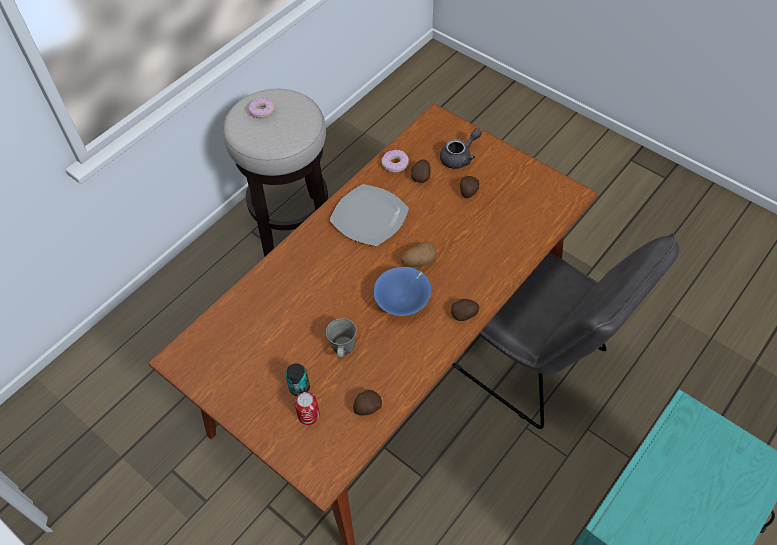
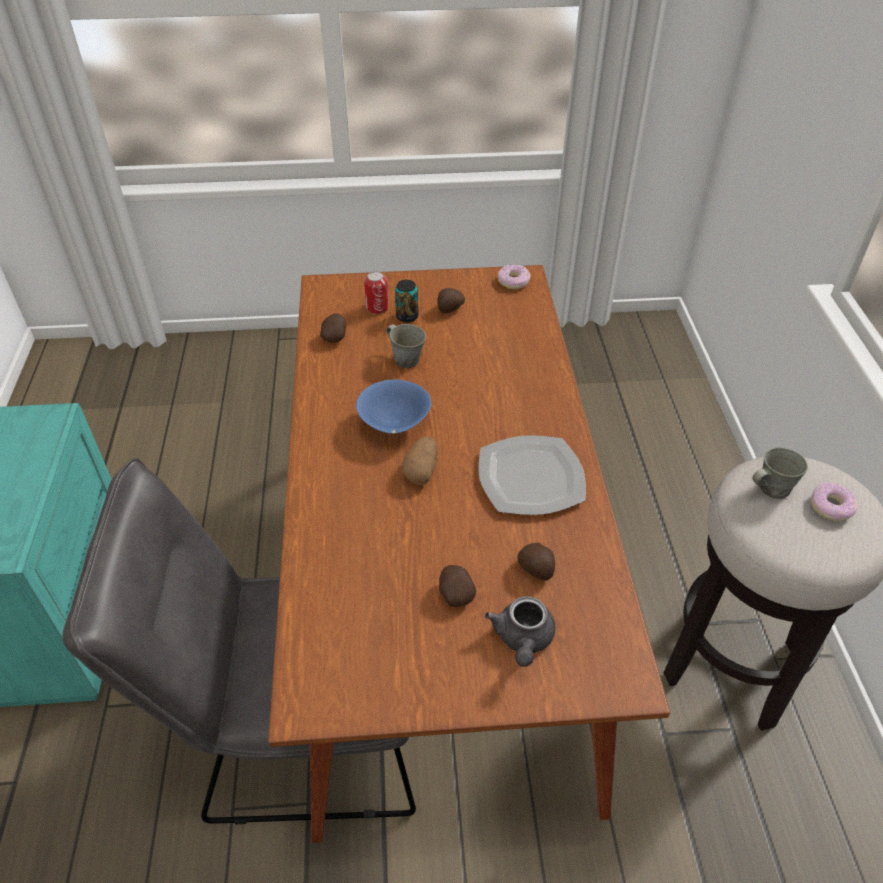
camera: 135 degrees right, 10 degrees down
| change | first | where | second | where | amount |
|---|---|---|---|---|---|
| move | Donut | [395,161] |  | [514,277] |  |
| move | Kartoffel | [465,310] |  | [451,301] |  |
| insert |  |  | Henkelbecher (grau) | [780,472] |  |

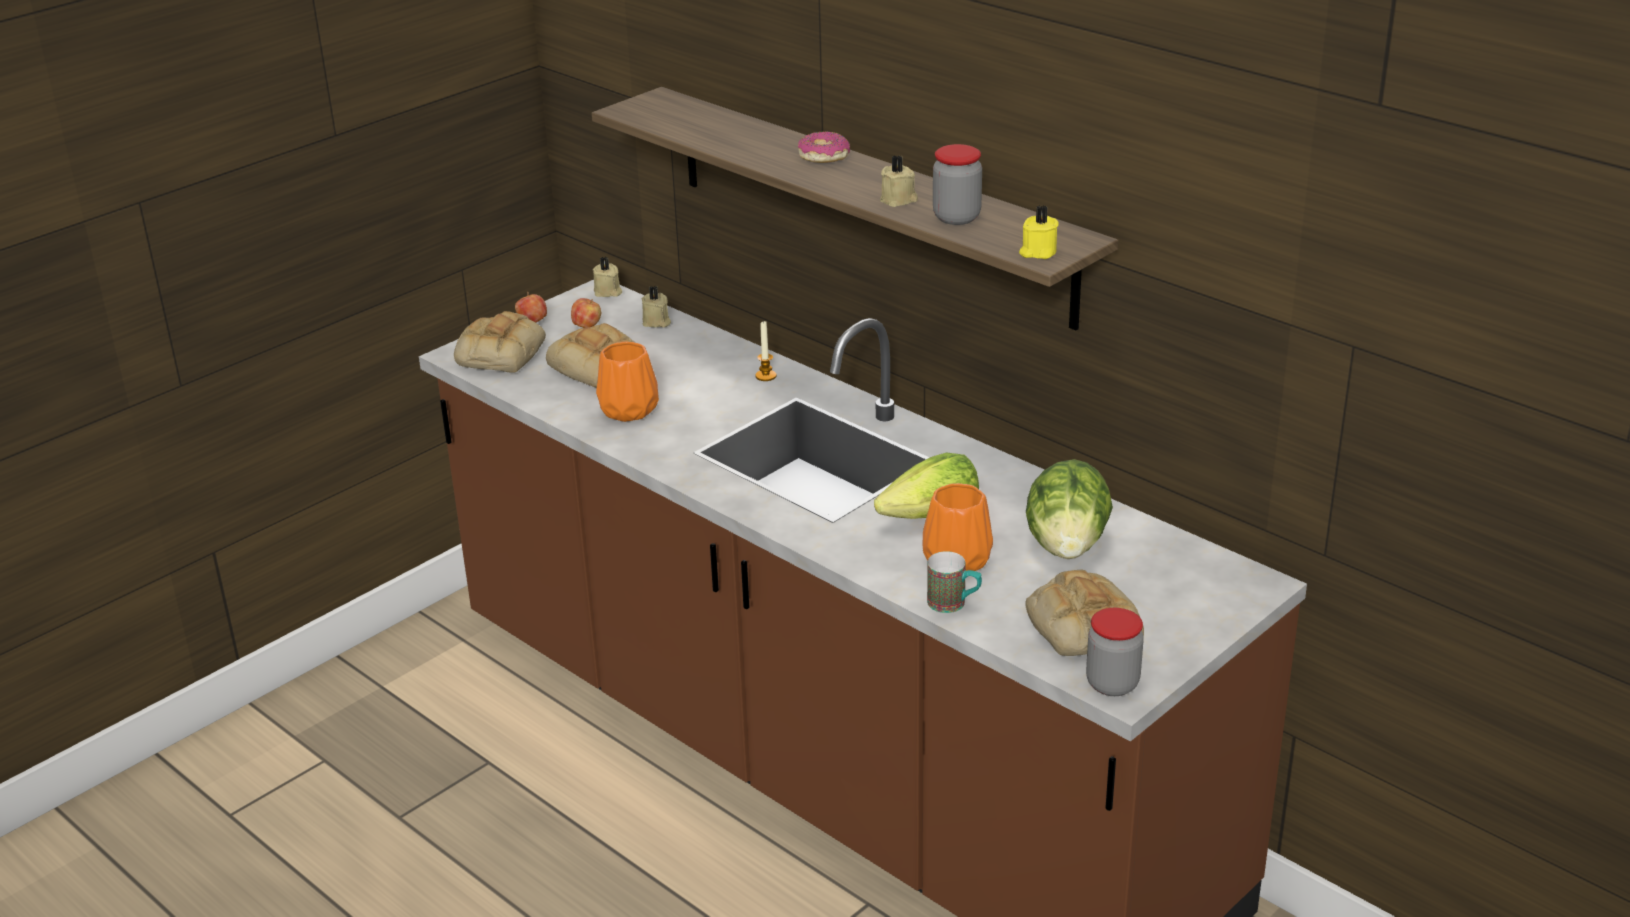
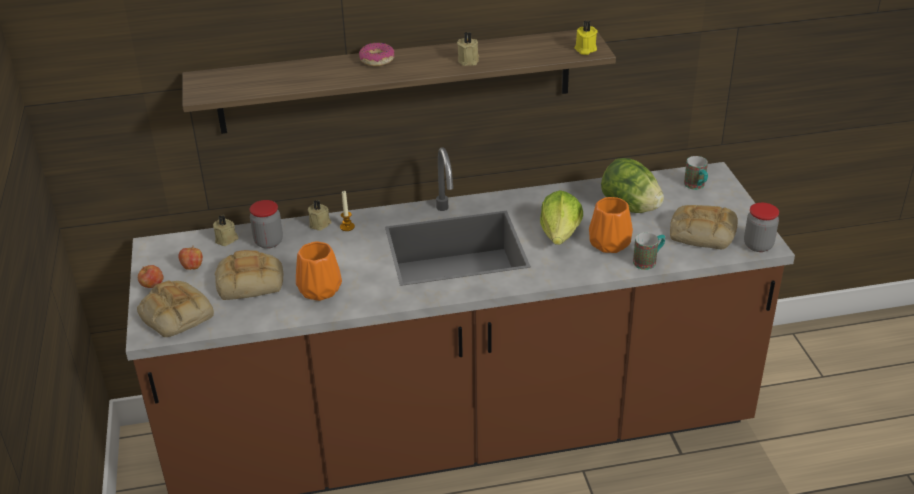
camera: 55 degrees left, 5 degrees up
| change | first | where | second | where | amount |
|---|---|---|---|---|---|
| move | Kerze (beige) | [607,277] |  | [320,215] |  |
| move | Vorratsglas | [957,184] |  | [266,224] |  |
| insert |  |  | Henkelbecher | [696,173] |  |

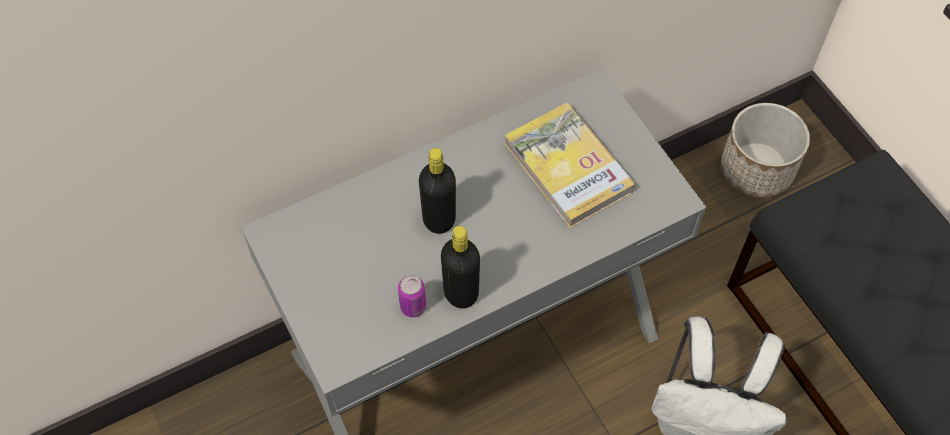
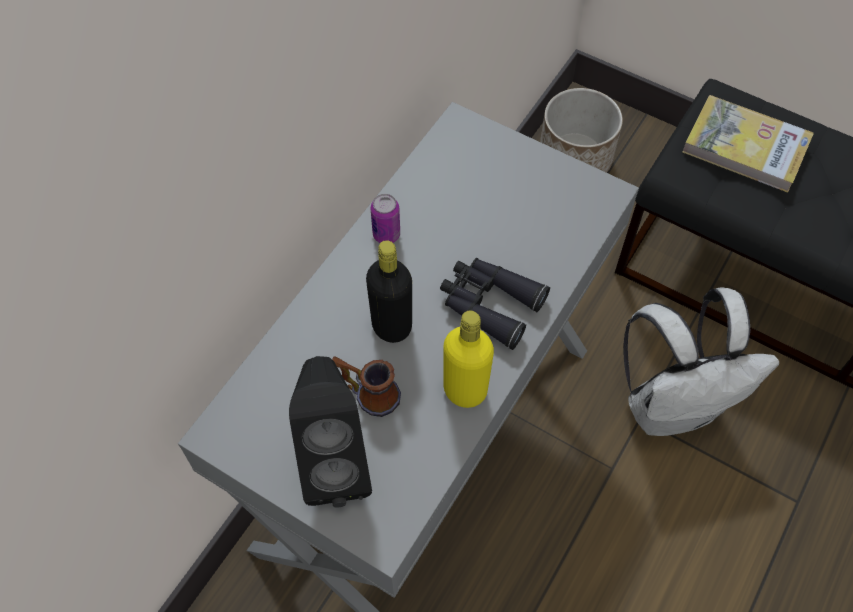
camera: 30 degrees left, 0 degrees up
| change | first | where | second | where | amount |
|---|---|---|---|---|---|
| move | Dose | [412,296] |  | [385,218] |  |
| recolor | Flasche (schwarz) | [460,267] | Flasche (gelb) | [469,359] |  |
| move | Buch | [569,165] |  | [748,144] |  |
| insert |  |  | Lautsprecher (schwarz) | [330,431] |  |
| insert |  |  | Henkelbecher | [366,387] |  |
| insert |  |  | Fernglas (schwarz) | [495,304] |  |

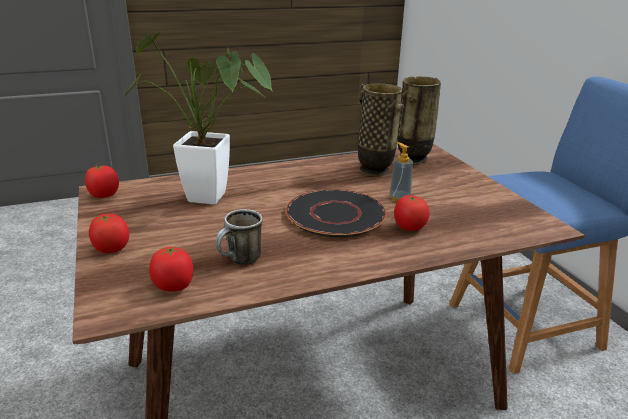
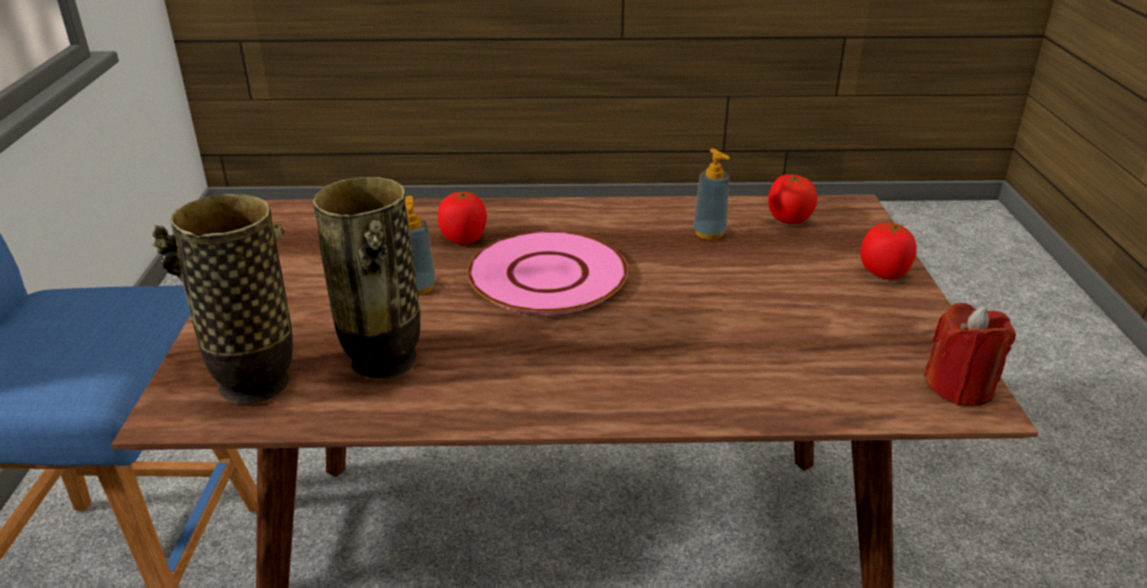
camera: 160 degrees left, 5 degrees up
| change | first | where | second | where | amount |
|---|---|---|---|---|---|
| replace | Tomate | [102,181] | Kerze (rot) | [970,354] |  |
| delete | Topfpflanze | [198,119] |  |  |  |
| replace | Henkelbecher | [239,237] | Seifenspender | [711,194] |  |
| recolor | Teller (schwarz) | [336,213] | Teller (rosa) | [547,273] |  |

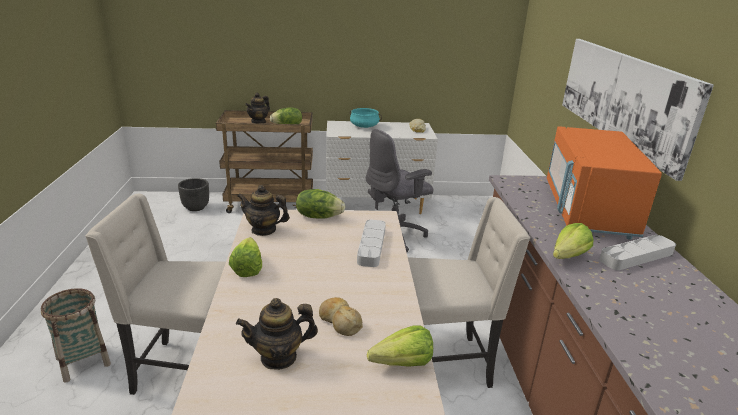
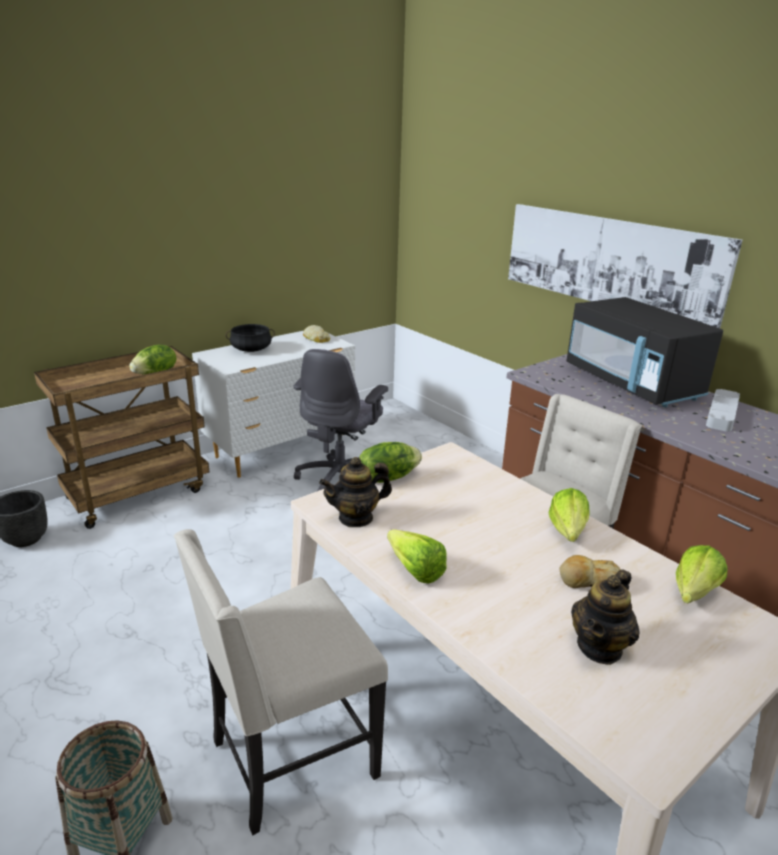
camera: 35 degrees left, 0 degrees up
| change | first | where | second | where | amount |
|---|---|---|---|---|---|
| delete | Teekanne | [257,108] |  |  |  |
| recolor | Kochtopf (türkis) | [366,118] | Kochtopf (schwarz) | [250,338] |  |
| delete | Tablett (grau) | [371,243] |  |  |  |
| recolor | Mikrowelle (orange) | [604,183] | Mikrowelle (schwarz) | [644,352] |  |
| move | Salatkopf | [573,241] |  | [569,515] |  |

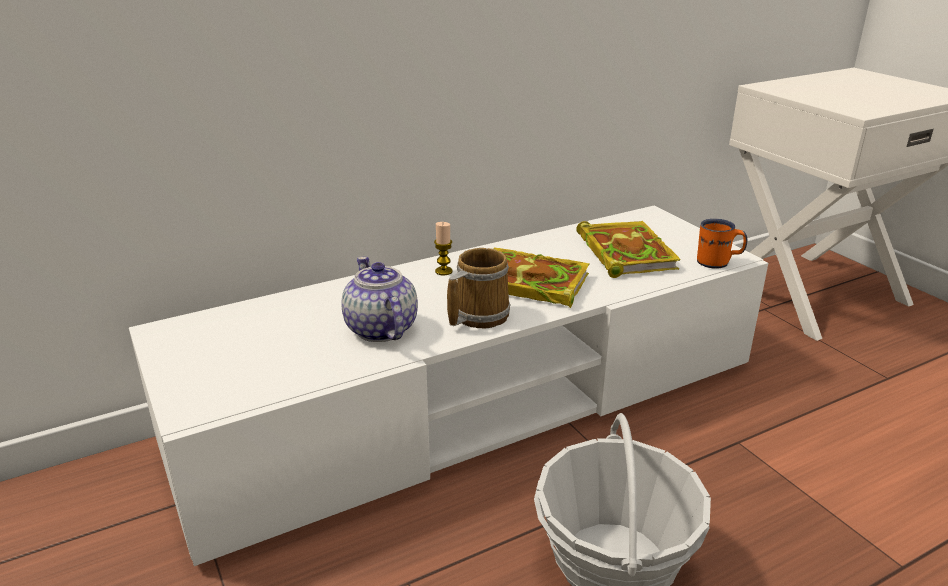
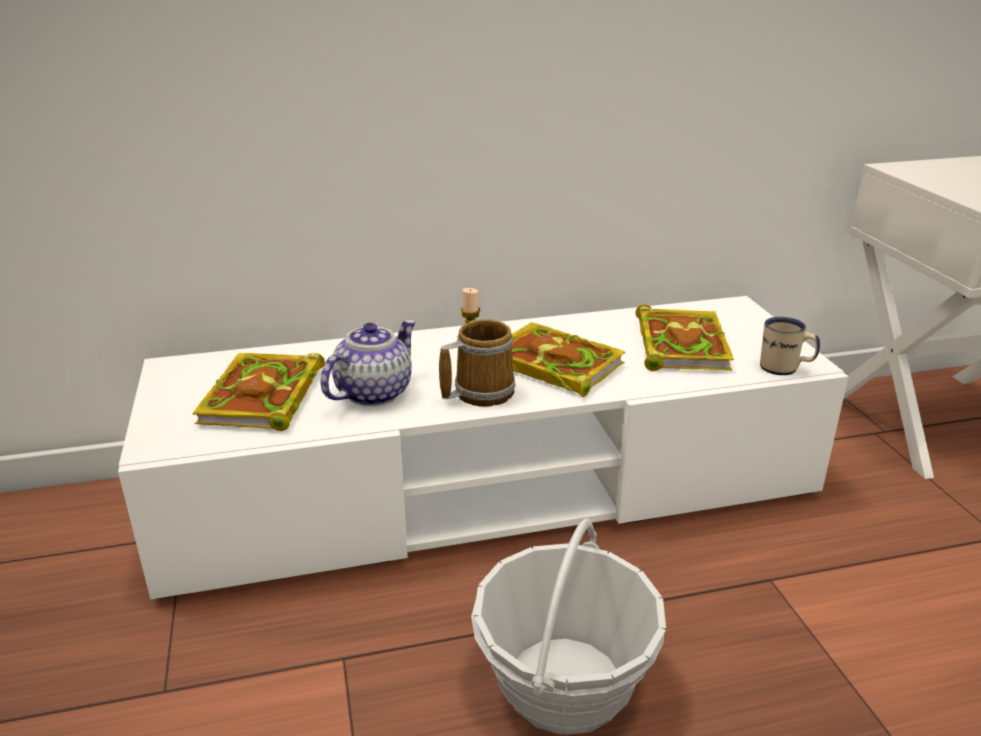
camera: 15 degrees right, 0 degrees up
| change | first | where | second | where | amount |
|---|---|---|---|---|---|
| rotate | Teekanne | [380,299] |  | [368,363] | 45 degrees clockwise |
| recolor | Henkelbecher (orange) | [722,244] | Henkelbecher (beige) | [790,346] |  |
| insert |  |  | Buch | [259,392] |  |

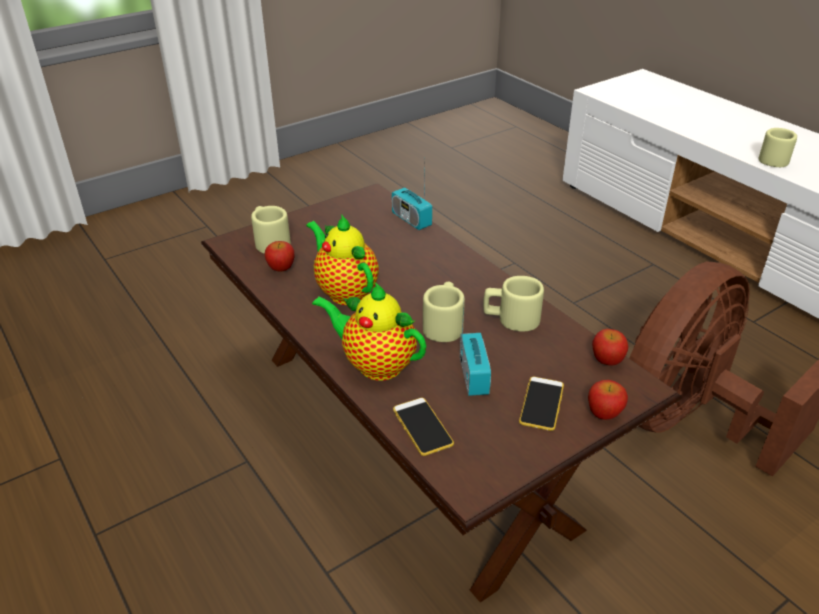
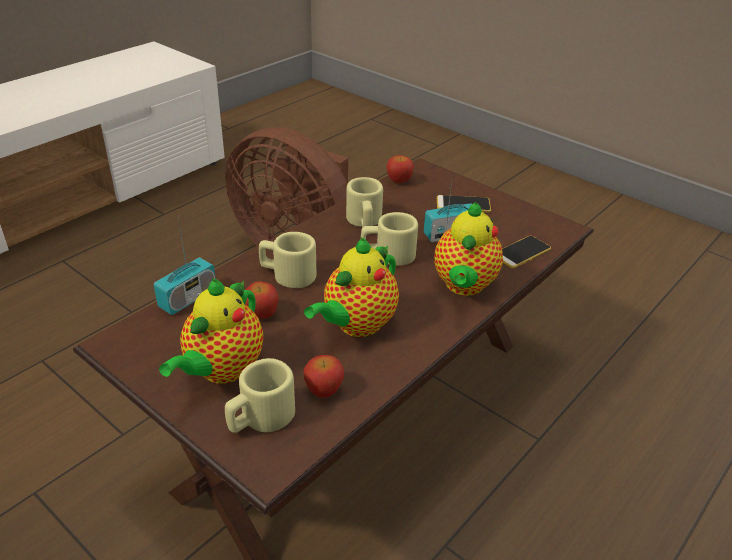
camera: 105 degrees left, 0 degrees up
| change | first | where | second | where | amount |
|---|---|---|---|---|---|
| move | Apfel | [608,400] |  | [261,300] |  |
| move | Henkelbecher (beige) | [778,147] |  | [287,260] |  |
| insert |  |  | Teekanne | [211,331] |  |

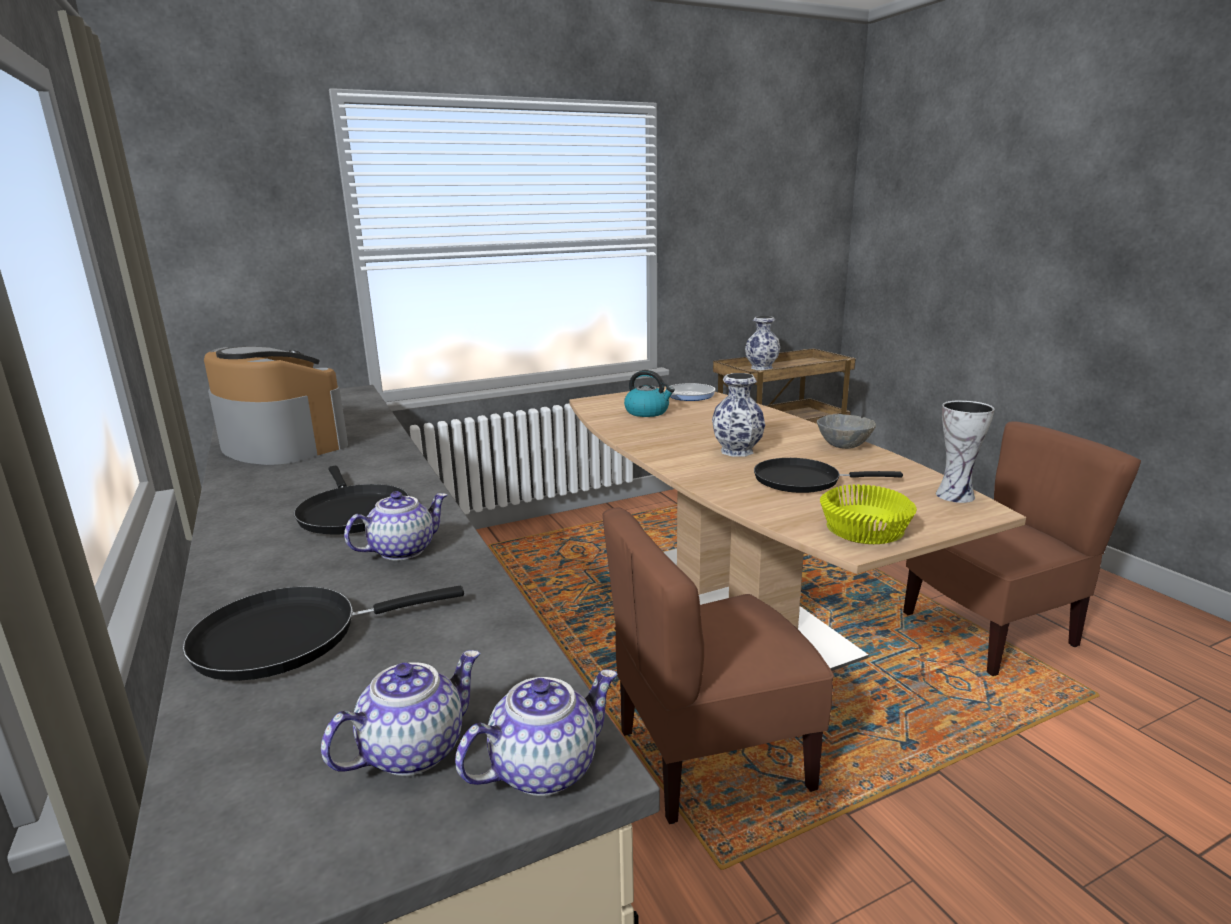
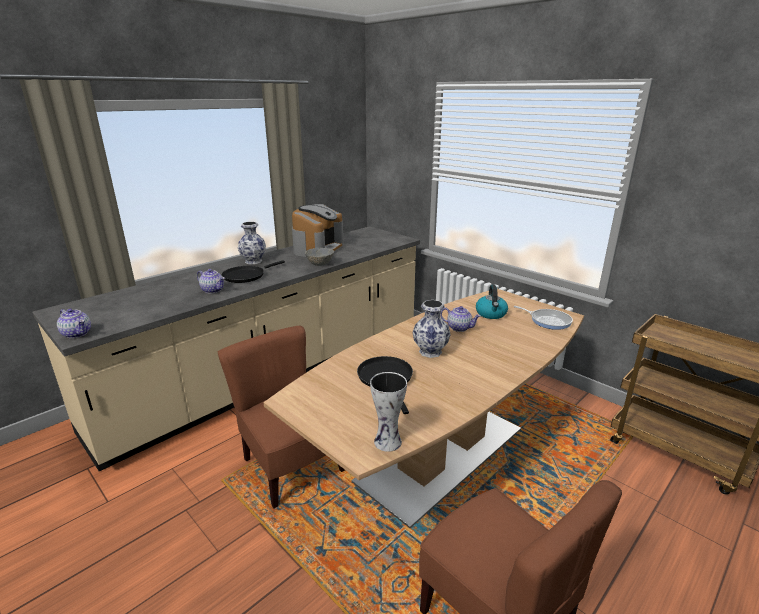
camera: 70 degrees right, 5 degrees up
| change | first | where | second | where | amount |
|---|---|---|---|---|---|
| delete | Pfanne (schwarz) | [323,633] |  |  |  |
| move | Teekanne | [401,713] |  | [460,319] |  |
| move | Vase | [762,343] |  | [252,243] |  |
| move | Schüssel (grau) | [846,431] |  | [319,257] |  |
| delete | Schüssel (gelb) | [868,514] |  |  |  |

